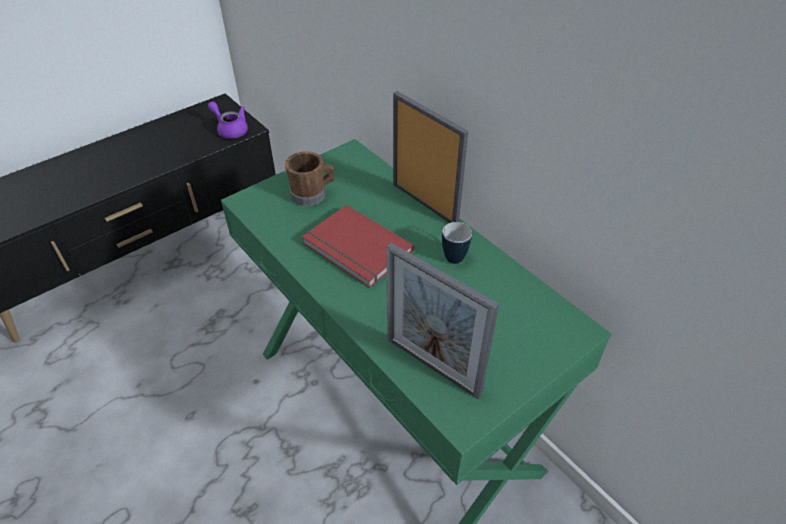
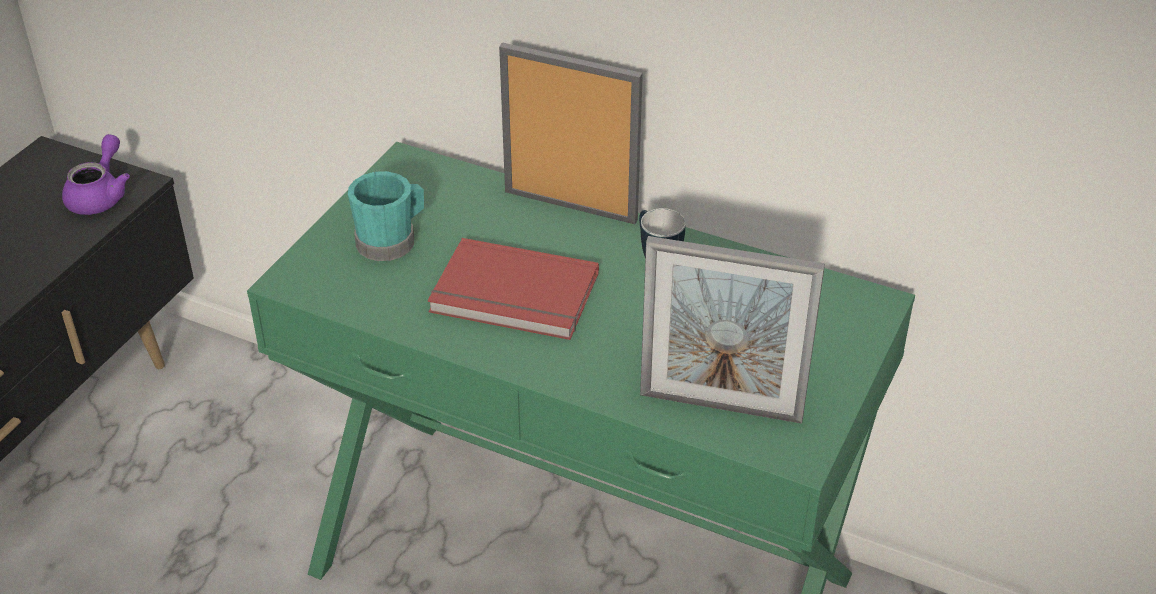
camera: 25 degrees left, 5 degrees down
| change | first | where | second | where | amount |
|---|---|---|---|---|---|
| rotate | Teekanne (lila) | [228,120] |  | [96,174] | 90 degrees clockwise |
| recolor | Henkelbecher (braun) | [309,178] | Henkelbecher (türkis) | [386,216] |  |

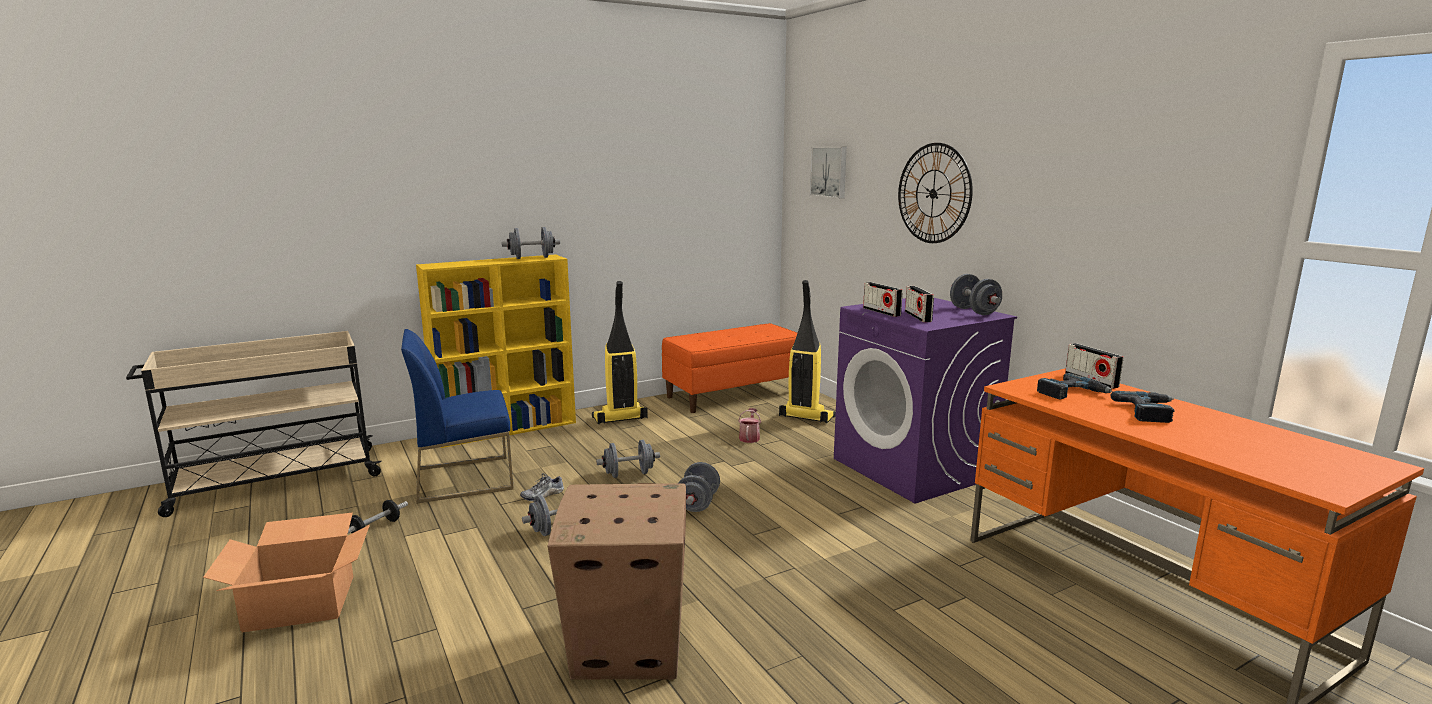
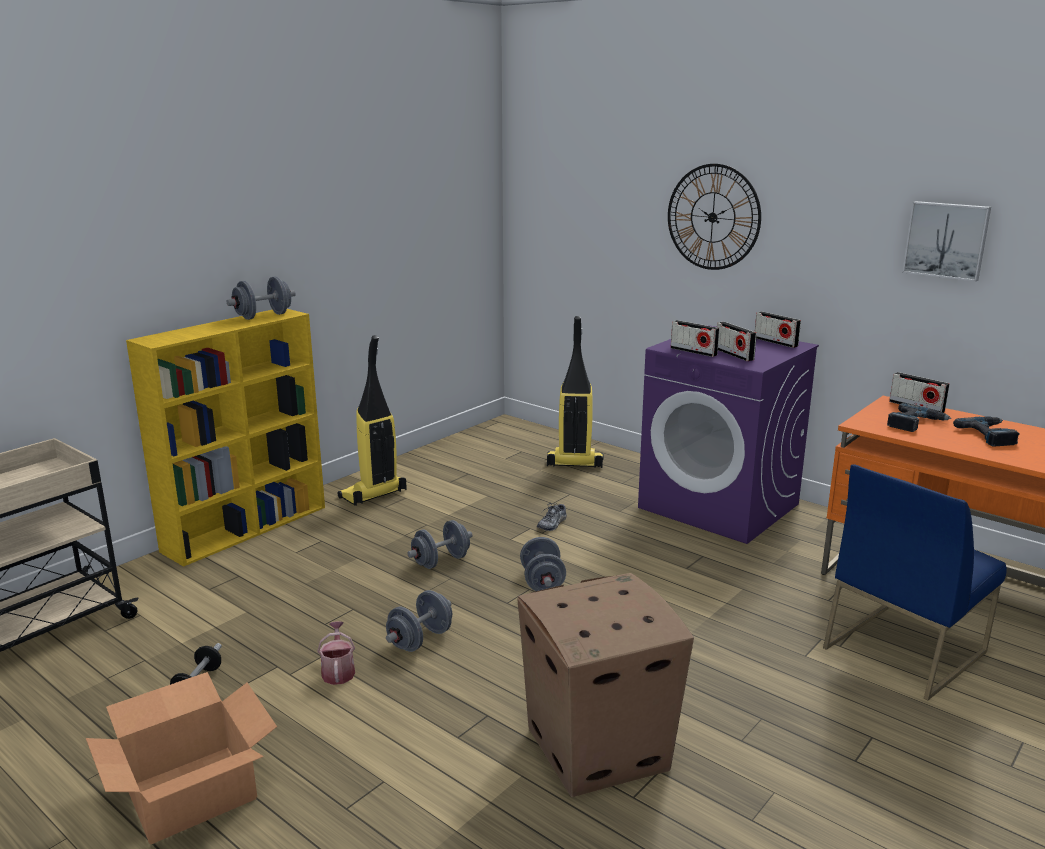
camera: 20 degrees left, 5 degrees up
| change | first | where | second | where | amount |
|---|---|---|---|---|---|
| move | Stuhl (blau) | [457,416] |  | [915,583] |  |
| move | Schuh | [542,487] |  | [551,517] |  |
| delete | Bank (orange) | [729,368] |  |  |  |
| move | Gießkanne | [749,425] |  | [336,653] |  |
| move | Bild | [828,172] |  | [946,241] |  |
| replace | Hantel (grau) | [976,294] | Radio | [778,329] |  |

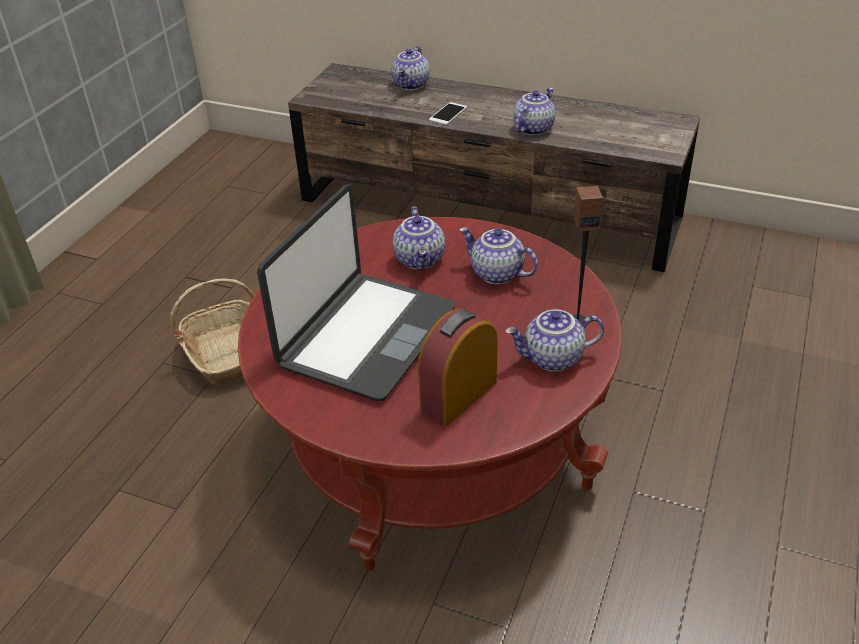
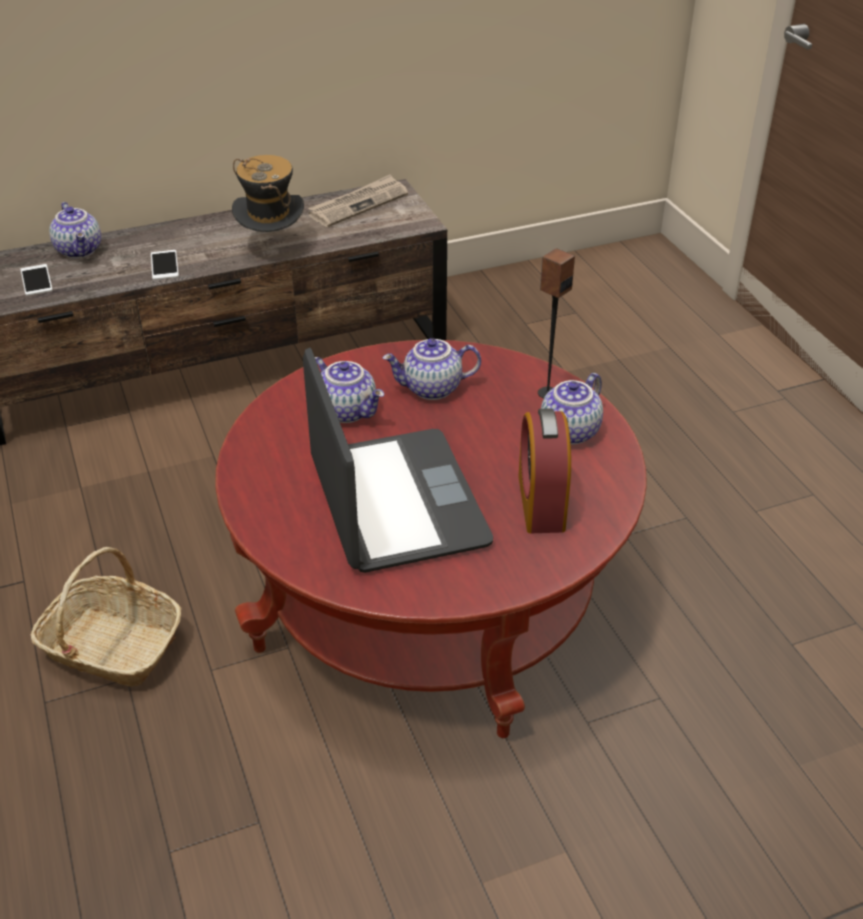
camera: 45 degrees left, 0 degrees up
| change | first | where | second | where | amount |
|---|---|---|---|---|---|
| replace | Teekanne | [534,111] | Hut | [268,193] |  |
| insert |  |  | Handy | [36,280] |  |
| insert |  |  | Zeitung | [358,200] |  |

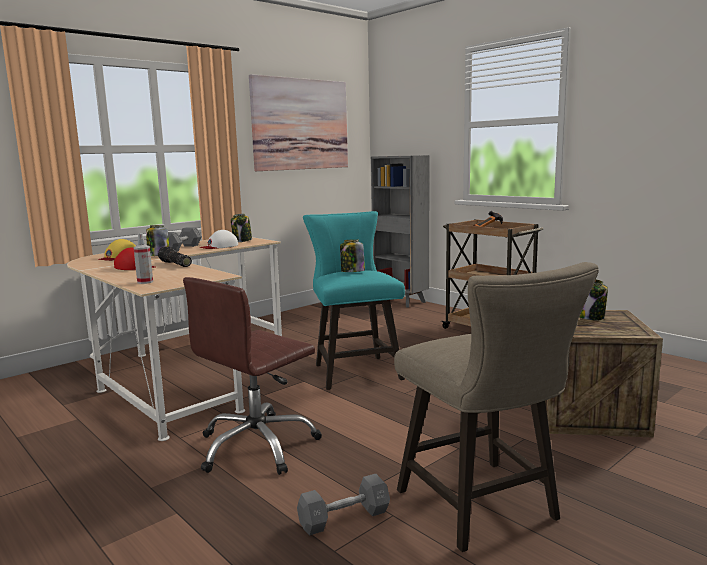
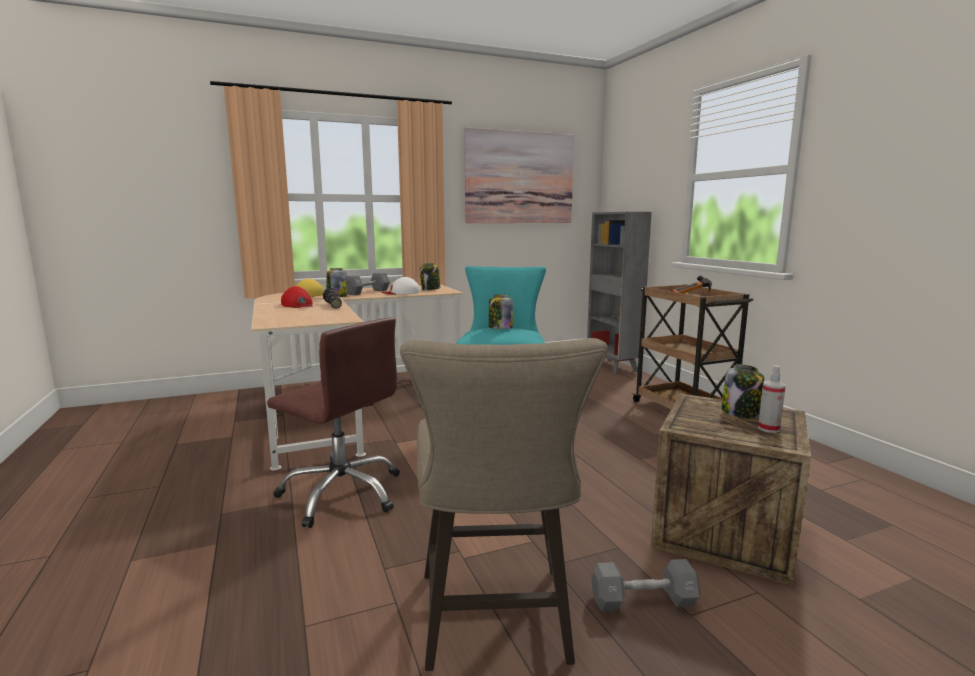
camera: 20 degrees right, 0 degrees up
| change | first | where | second | where | amount |
|---|---|---|---|---|---|
| move | Sprühflasche | [143,258] |  | [772,399] |  |
| rotate | Bürostuhl (braun) | [252,376] |  | [333,422] | 120 degrees counterclockwise |
| move | Hantel (grau) | [343,505] |  | [646,585] |  |

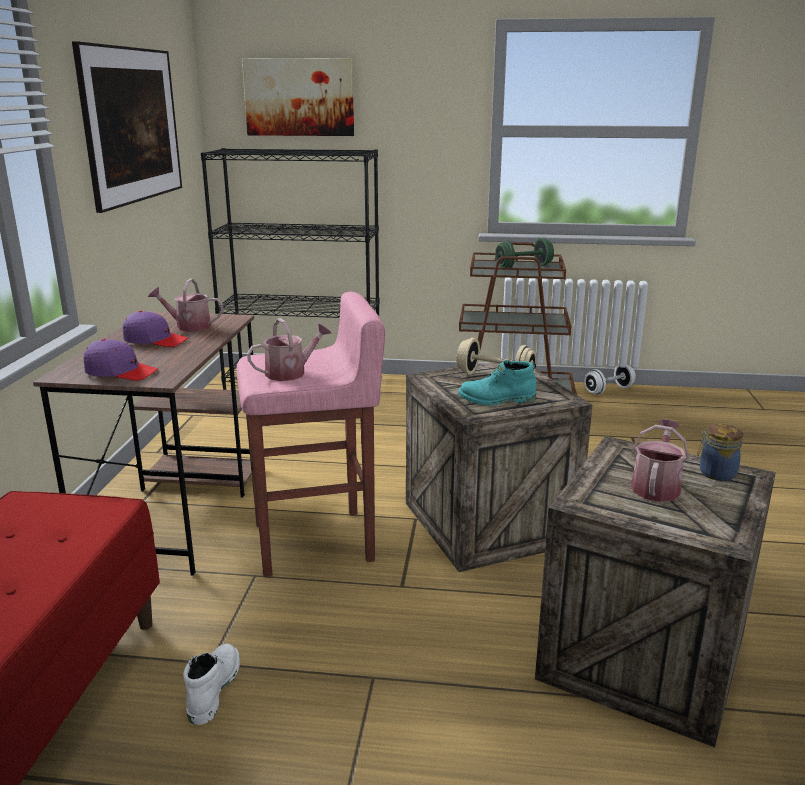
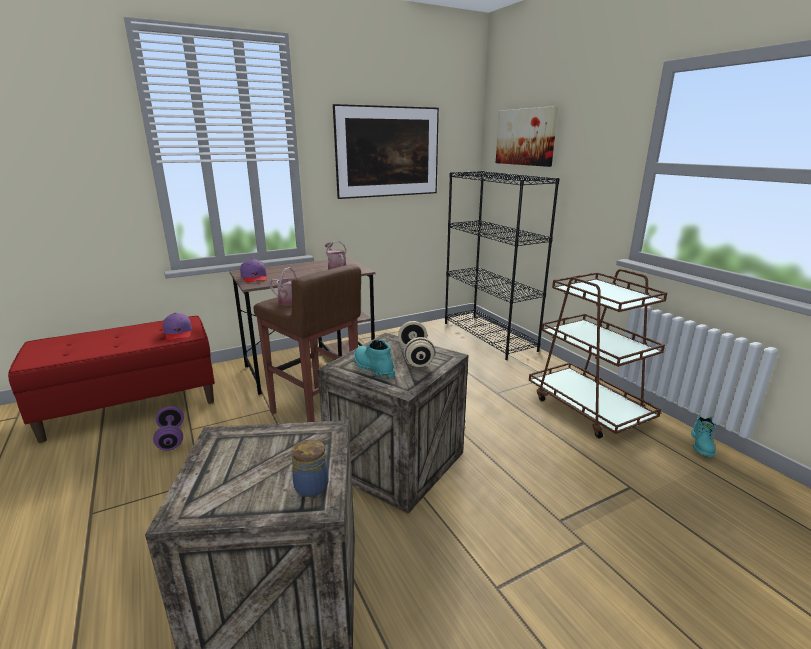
camera: 55 degrees right, 0 degrees up
| change | first | where | second | where | amount |
|---|---|---|---|---|---|
| move | Kappe (lila) | [156,329] |  | [177,327] |  |
| replace | Stiefel (weiß) | [211,684] | Hantel (lila) | [168,428] |  |
| recolor | Hocker (rosa) | [310,434] | Hocker (braun) | [307,343] |  |
| delete | Hantel (grün) | [524,253] |  |  |  |
| replace | Hantel (weiß) | [610,380] | Stiefel (türkis) | [703,436] |  |
| delete | Gießkanne | [660,460] |  |  |  |

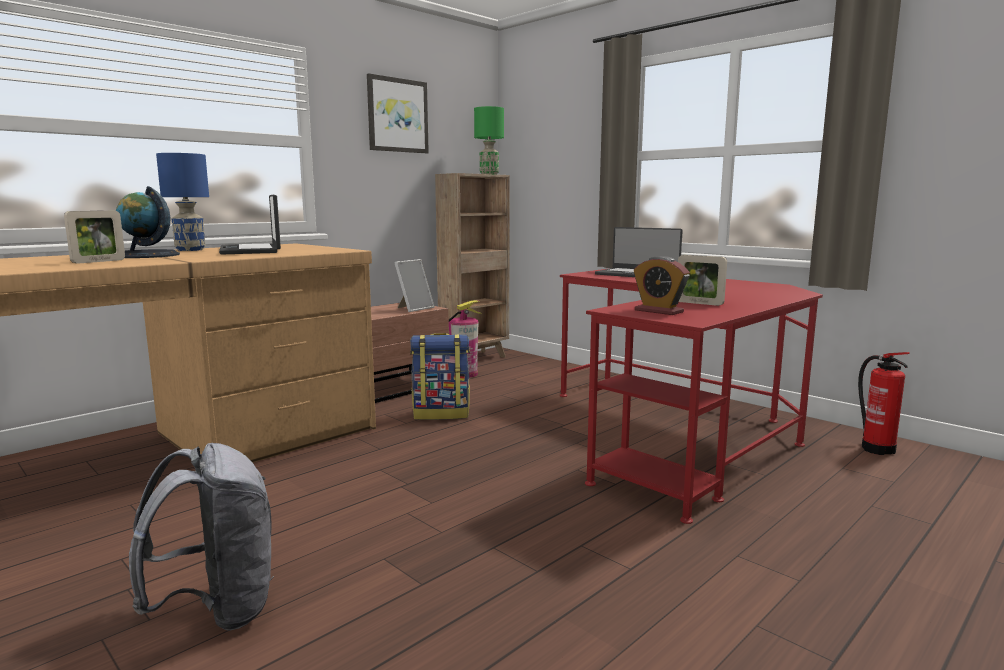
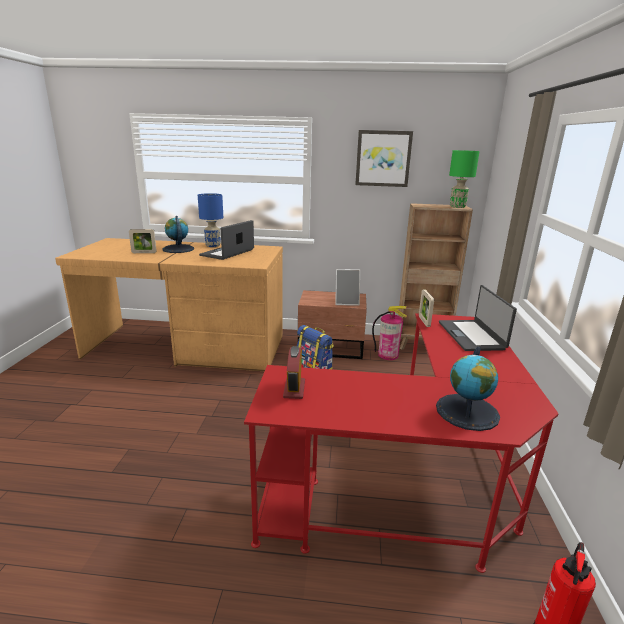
camera: 50 degrees right, 10 degrees up
| change | first | where | second | where | amount |
|---|---|---|---|---|---|
| delete | Rucksack (grau) | [201,537] |  |  |  |
| move | Bilderrahmen | [702,280] |  | [426,308] |  |
| insert |  |  | Globus | [468,389] |  |

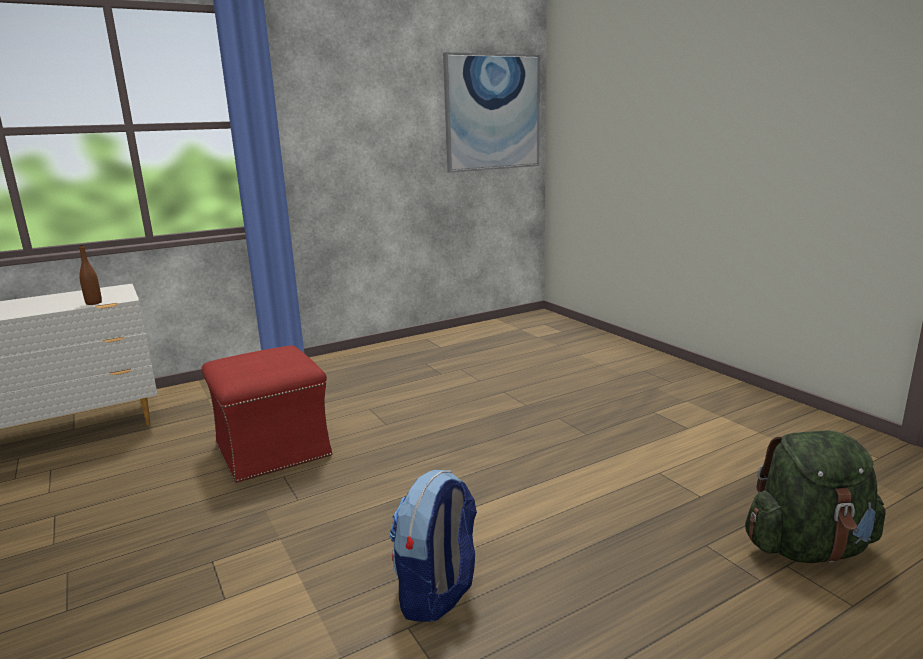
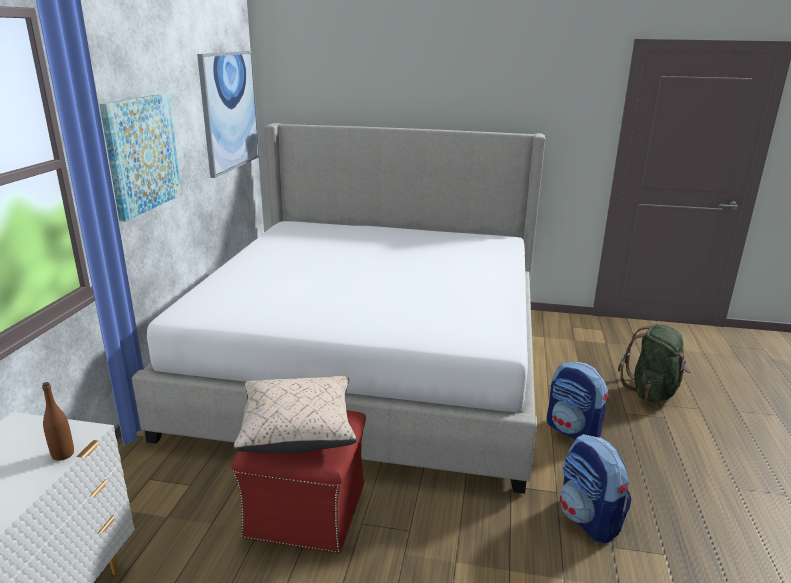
camera: 50 degrees left, 5 degrees up
| change | first | where | second | where | amount |
|---|---|---|---|---|---|
| insert |  |  | Bild | [140,157] |  |
| insert |  |  | Bett | [338,308] |  |
| insert |  |  | Kissen (beige) | [295,414] |  |
| insert |  |  | Rucksack | [578,401] |  |

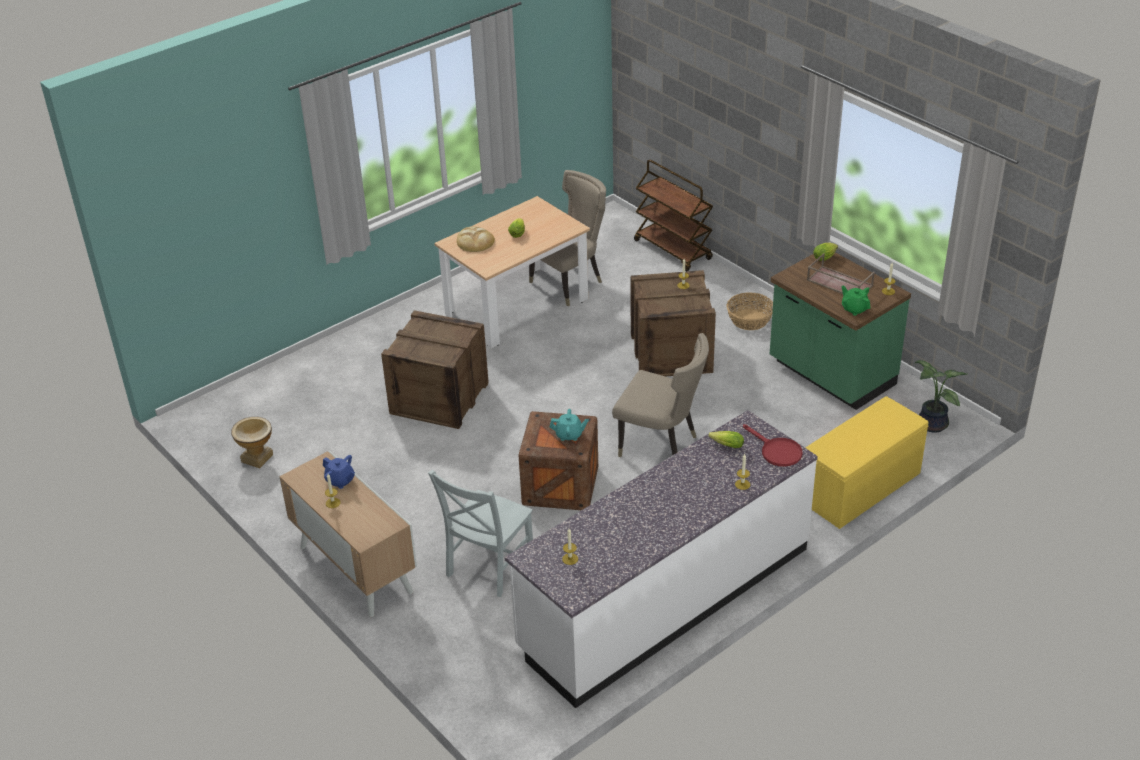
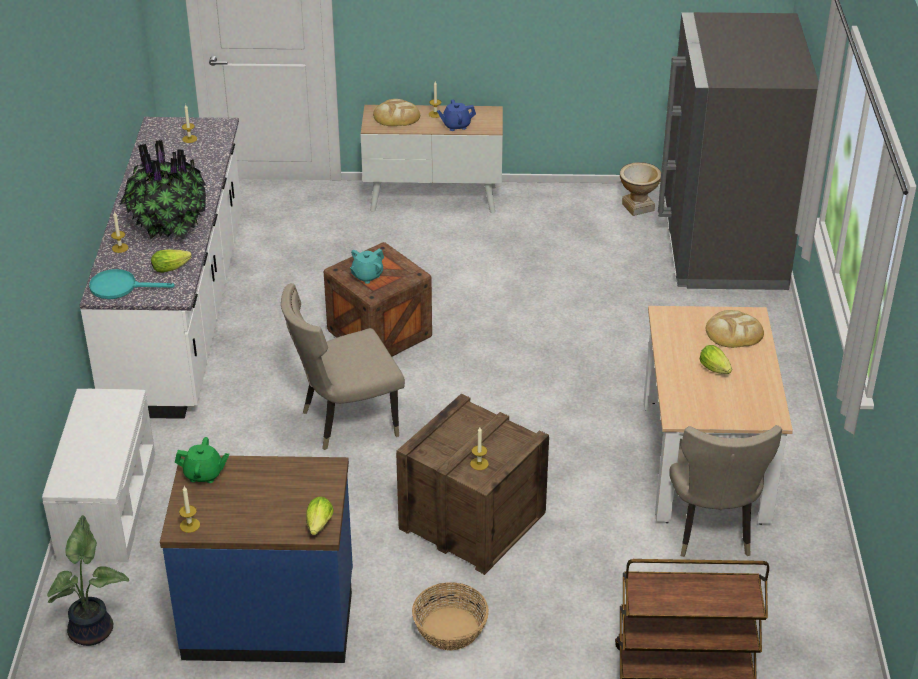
camera: 130 degrees right, 0 degrees up
| change | first | where | second | where | amount |
|---|---|---|---|---|---|
| delete | Kiste | [434,369] |  |  |  |
| delete | Stuhl (grau) | [480,533] |  |  |  |
| recolor | Pfanne (rot) | [772,445] | Pfanne (türkis) | [132,284] |  |
| recolor | Küchenzeile (grün) | [840,331] | Küchenzeile (blau) | [256,559] |  |
| recolor | Bank (gelb) | [867,462] | Bank (weiß) | [98,475] |  |
| delete | Tablett (braun) | [841,273] |  |  |  |
| insert |  |  | Topfpflanze | [162,189] |  |
| insert |  |  | Brot | [396,112] |  |
| insert |  |  | Kühlschrank (grau) | [738,151] |  |

